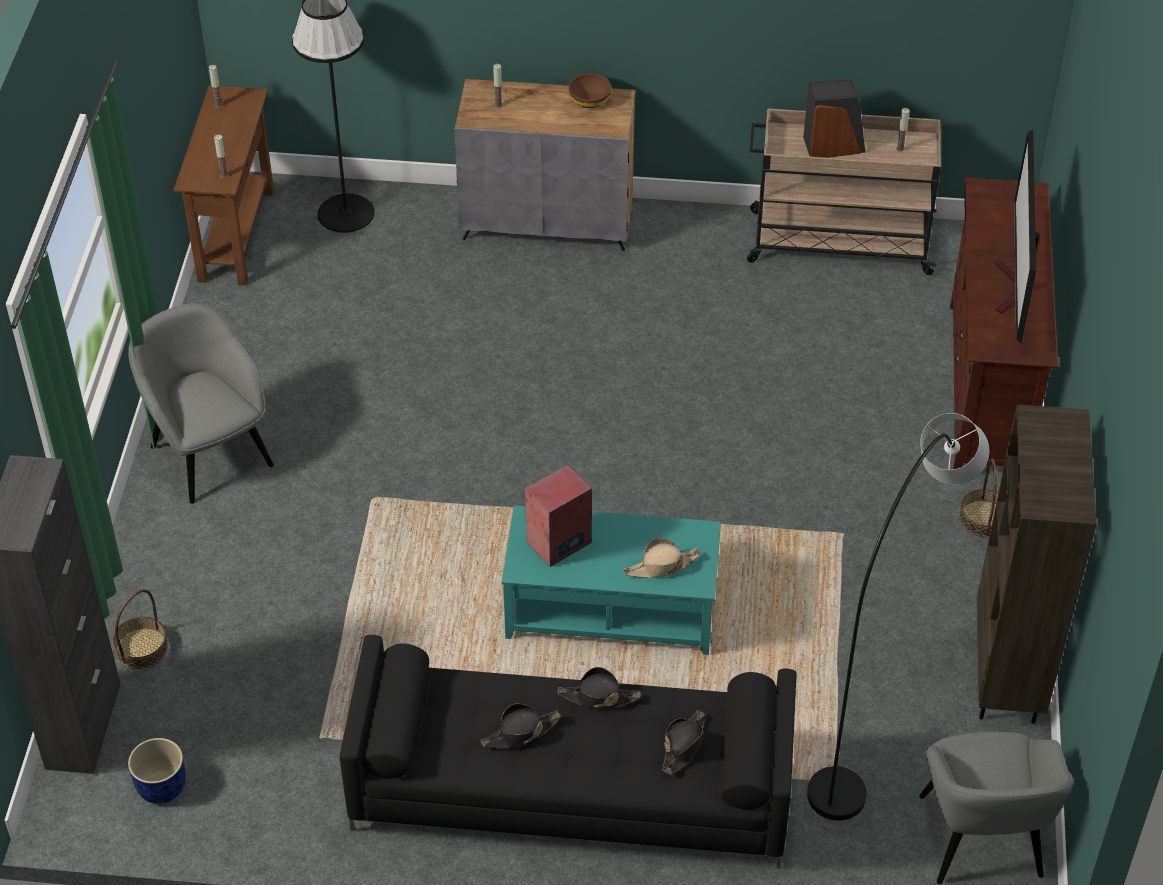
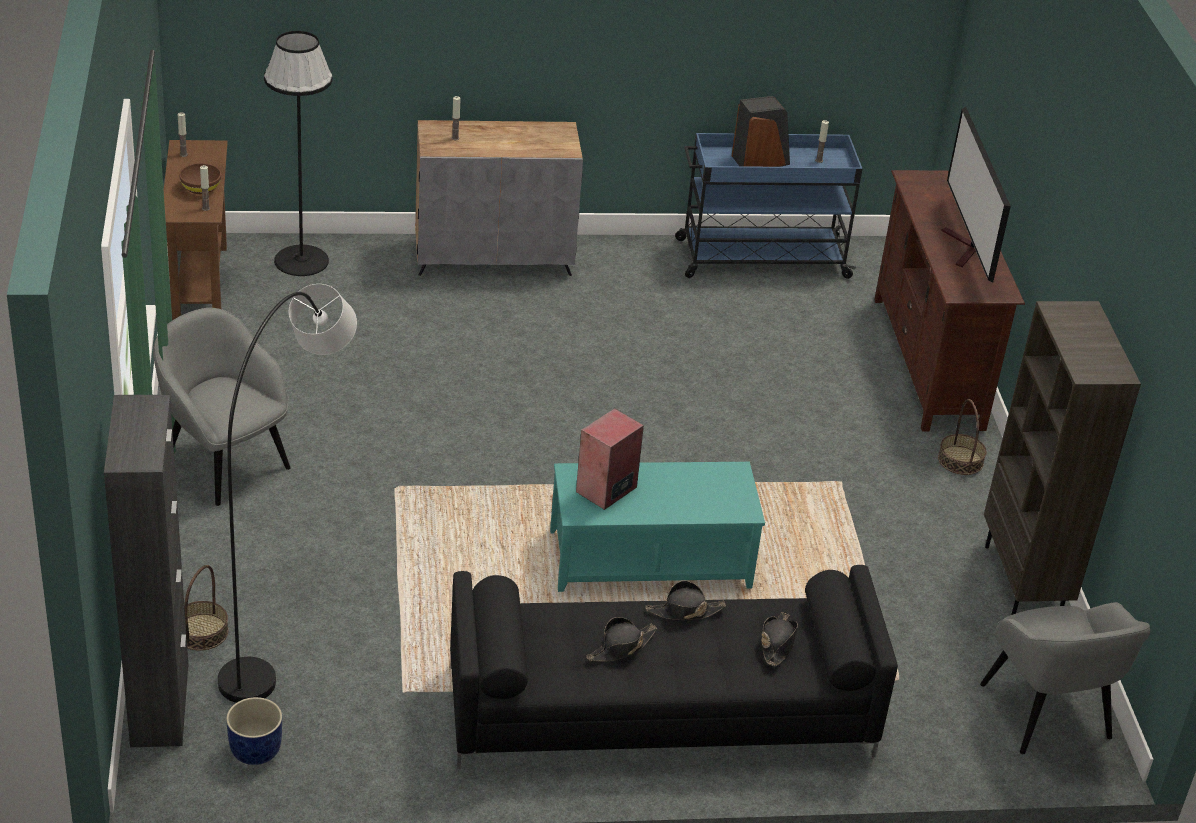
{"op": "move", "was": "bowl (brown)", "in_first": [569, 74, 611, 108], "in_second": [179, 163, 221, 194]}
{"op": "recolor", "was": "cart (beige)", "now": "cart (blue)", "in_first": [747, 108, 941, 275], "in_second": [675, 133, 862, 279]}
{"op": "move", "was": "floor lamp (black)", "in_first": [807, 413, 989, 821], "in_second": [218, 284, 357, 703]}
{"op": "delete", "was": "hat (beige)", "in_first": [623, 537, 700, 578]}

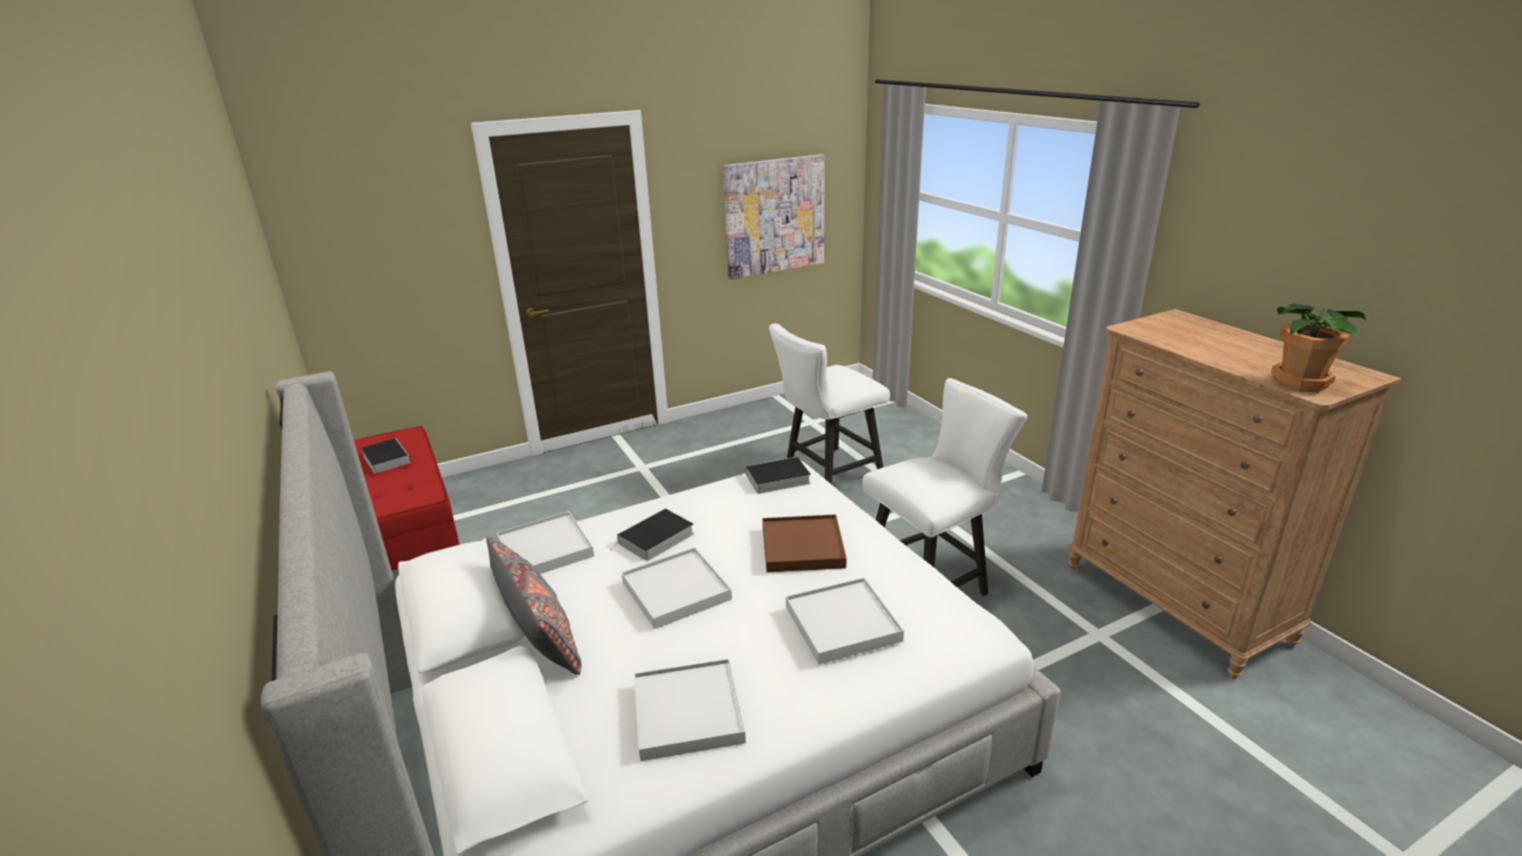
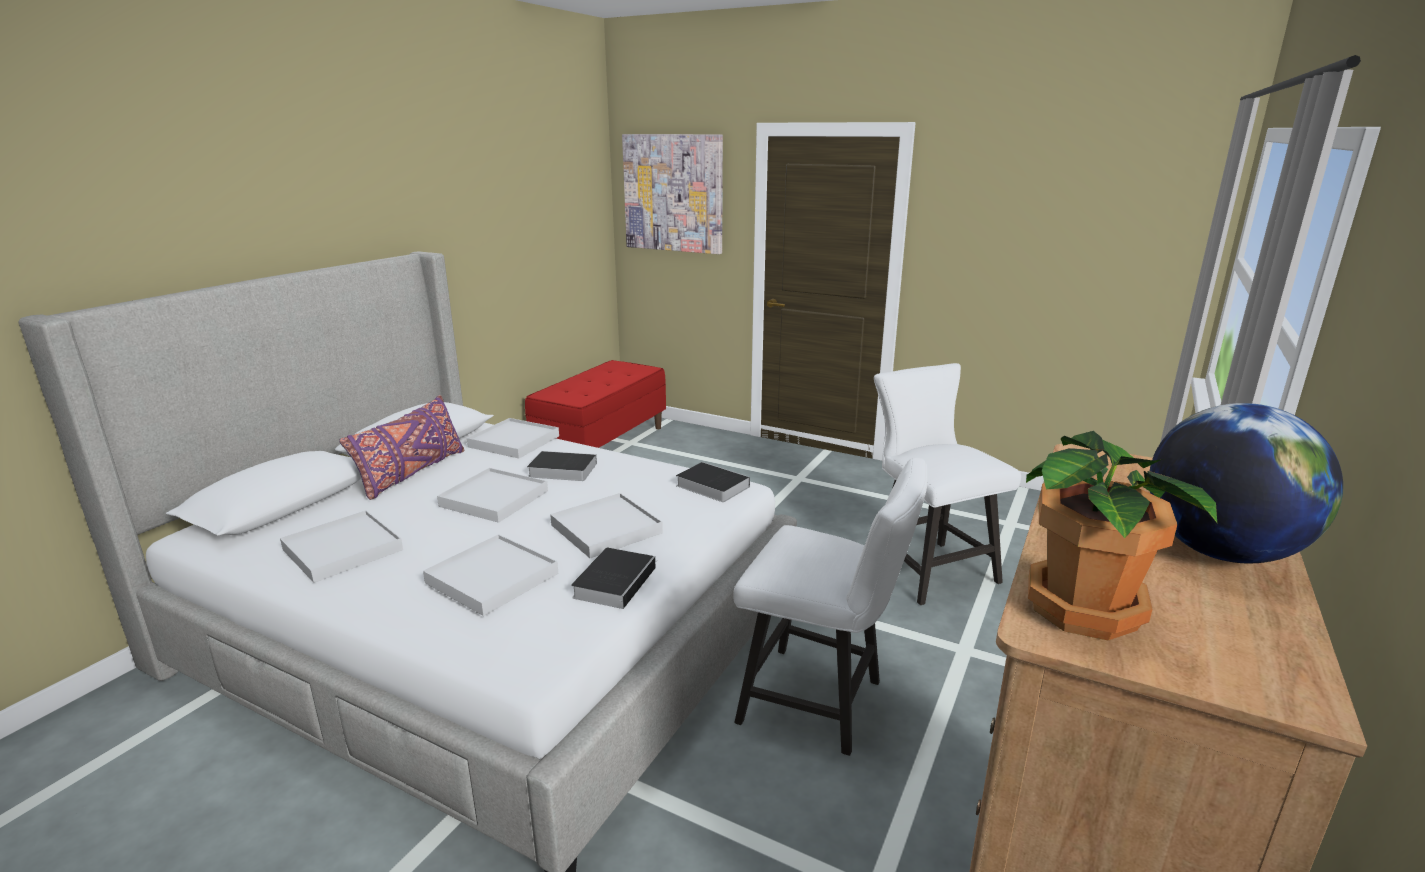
{"op": "move", "was": "picture", "in_first": [723, 154, 825, 279], "in_second": [622, 134, 723, 254]}
{"op": "rotate", "was": "chair (white)", "in_first": [769, 323, 890, 484], "in_second": [874, 363, 1021, 605], "clockwise": 45}
{"op": "move", "was": "book", "in_first": [361, 438, 411, 474], "in_second": [571, 548, 658, 609]}
{"op": "recolor", "was": "tray (brown)", "now": "tray (white)", "in_first": [762, 514, 847, 572], "in_second": [550, 493, 663, 558]}
{"op": "recolor", "was": "pillow (grey)", "now": "pillow (purple)", "in_first": [486, 536, 582, 675], "in_second": [339, 395, 464, 500]}
{"op": "insert", "now": "globe", "in_second": [1150, 403, 1343, 564]}

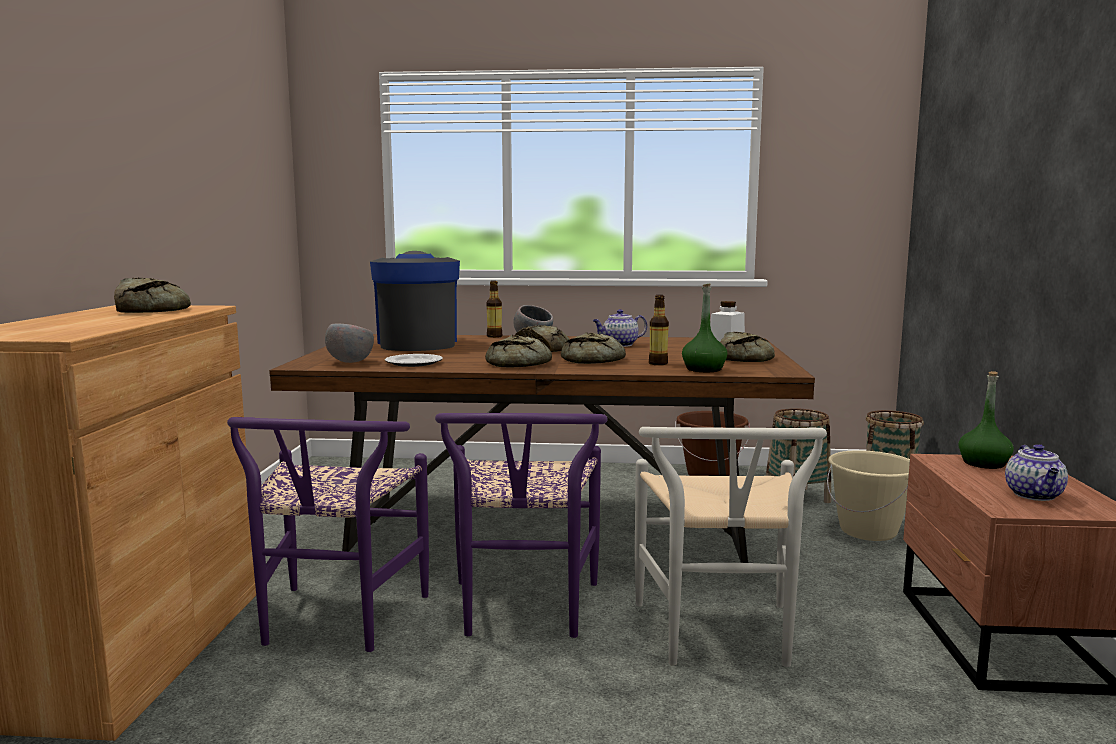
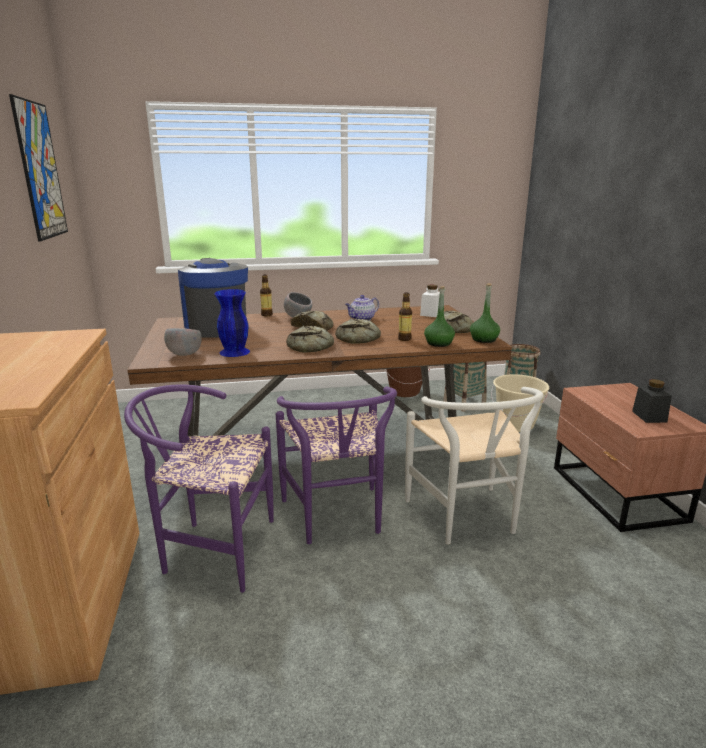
{"op": "delete", "was": "bread", "in_first": [114, 278, 191, 313]}
{"op": "replace", "was": "plate", "now": "vase (blue)", "in_first": [385, 354, 443, 367], "in_second": [214, 289, 250, 357]}
{"op": "move", "was": "bottle (green)", "in_first": [958, 371, 1014, 469], "in_second": [470, 283, 500, 343]}
{"op": "rotate", "was": "chair (purple)", "in_first": [227, 417, 429, 652], "in_second": [124, 384, 274, 593], "clockwise": 105}
{"op": "replace", "was": "teapot", "now": "jar (black)", "in_first": [1005, 444, 1068, 501], "in_second": [632, 379, 672, 423]}
{"op": "insert", "now": "picture", "in_second": [9, 94, 68, 241]}

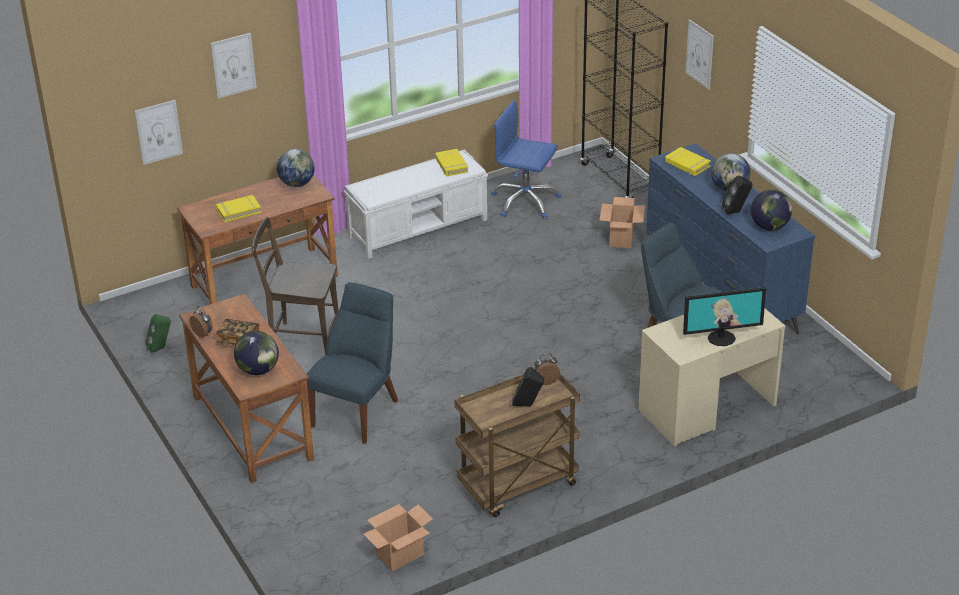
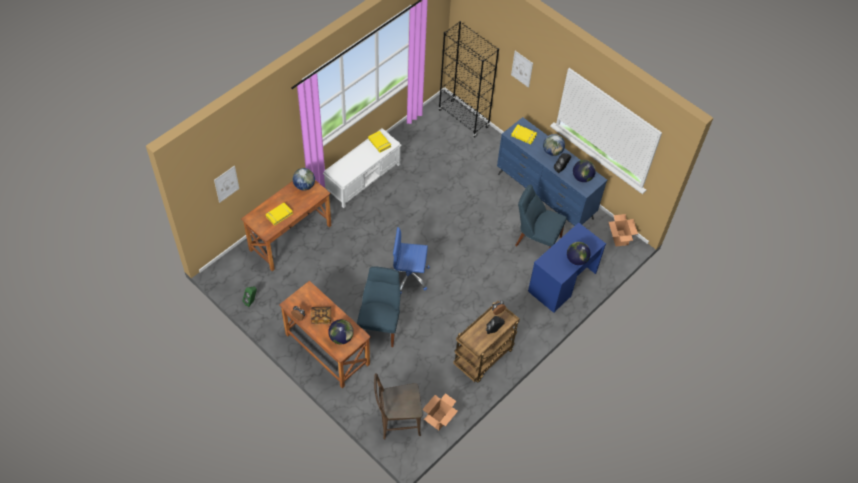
{"op": "delete", "was": "picture", "in_first": [211, 33, 257, 98]}
{"op": "move", "was": "office chair (blue)", "in_first": [491, 100, 561, 218], "in_second": [393, 227, 430, 294]}
{"op": "move", "was": "cardboard box", "in_first": [600, 197, 645, 248], "in_second": [609, 214, 638, 246]}
{"op": "move", "was": "chair (brown)", "in_first": [251, 217, 339, 355], "in_second": [374, 373, 422, 439]}
{"op": "replace", "was": "monitor", "now": "globe", "in_first": [683, 287, 766, 346], "in_second": [567, 242, 591, 265]}
{"op": "recolor", "was": "desk (beige)", "now": "desk (blue)", "in_first": [638, 309, 785, 446], "in_second": [528, 223, 606, 313]}

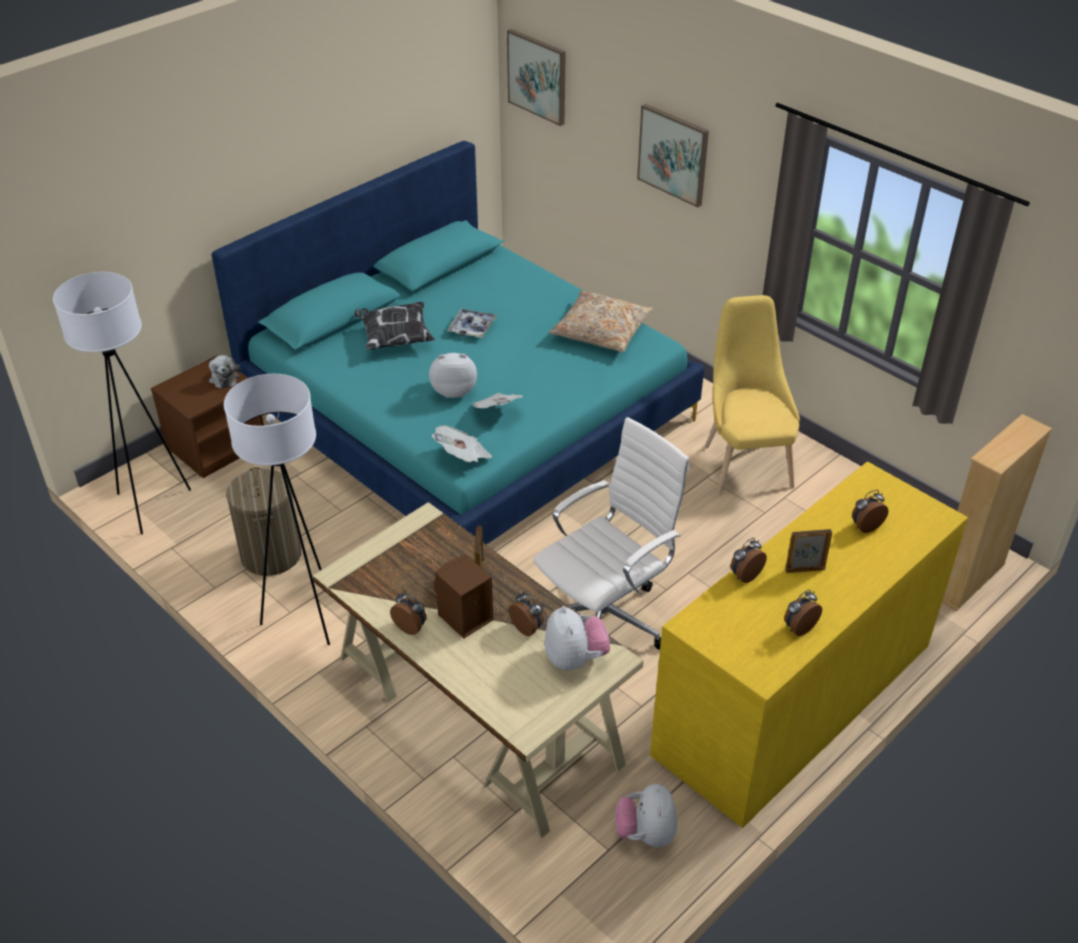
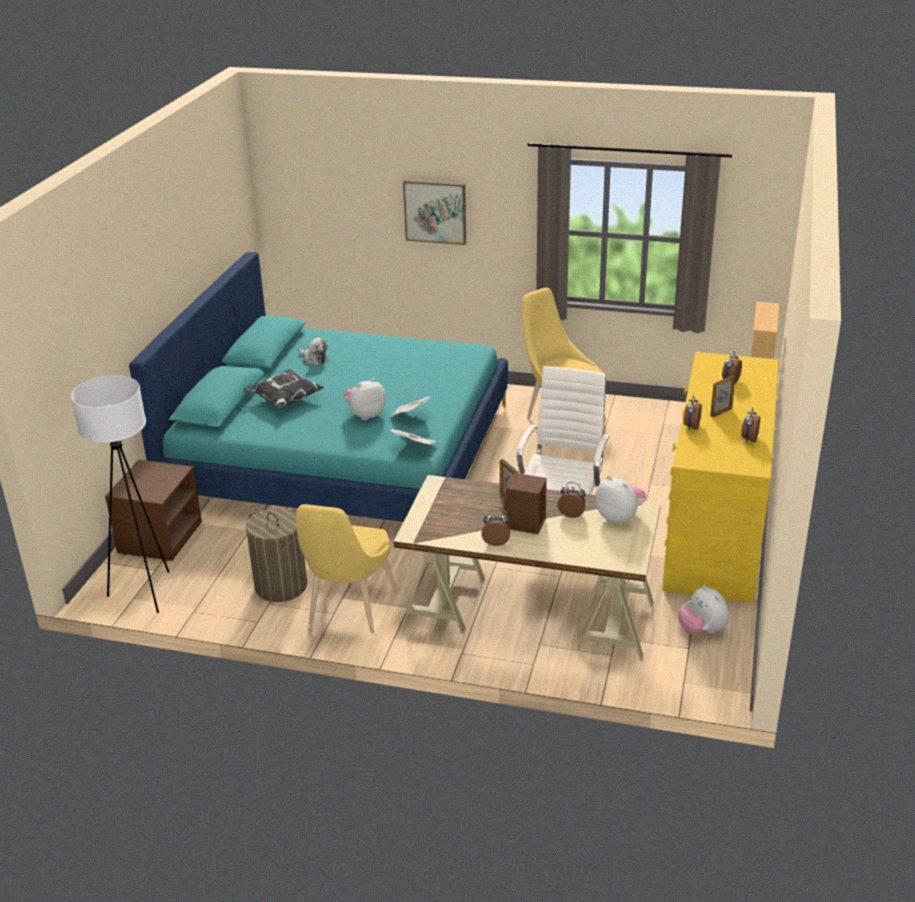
{"op": "delete", "was": "picture", "in_first": [507, 29, 566, 126]}
{"op": "delete", "was": "pillow (beige)", "in_first": [549, 291, 653, 352]}
{"op": "delete", "was": "tray", "in_first": [447, 309, 497, 338]}
{"op": "move", "was": "plush toy", "in_first": [209, 355, 240, 389], "in_second": [299, 338, 328, 365]}
{"op": "replace", "was": "floor lamp (white)", "now": "chair (yellow)", "in_first": [224, 374, 330, 645], "in_second": [296, 504, 397, 633]}

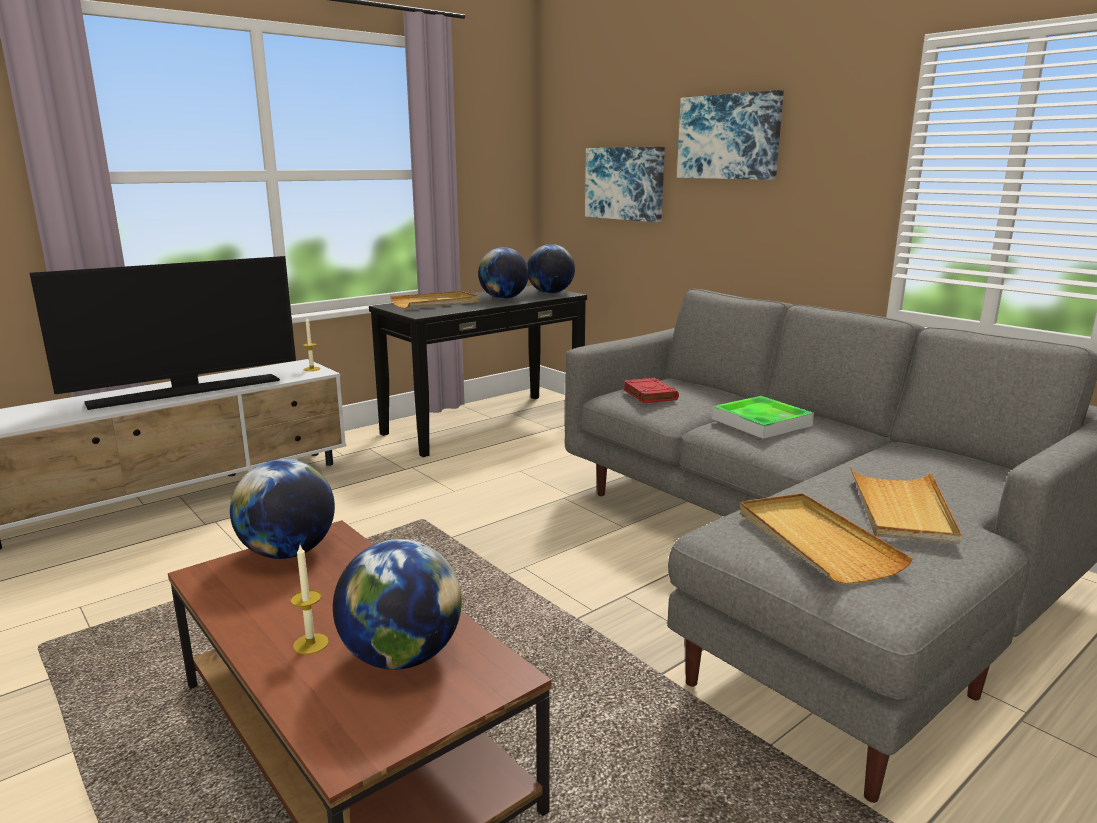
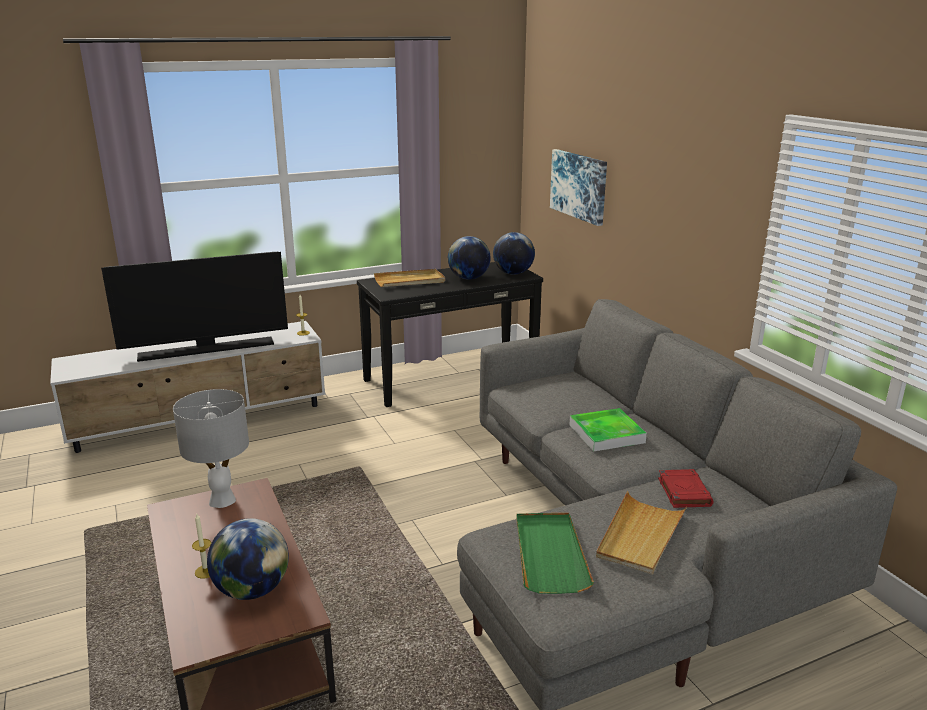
{"op": "delete", "was": "picture", "in_first": [677, 90, 784, 180]}
{"op": "move", "was": "book (red)", "in_first": [623, 378, 679, 403], "in_second": [658, 469, 714, 508]}
{"op": "replace", "was": "globe", "now": "table lamp (grey)", "in_first": [230, 459, 335, 559], "in_second": [173, 389, 249, 508]}
{"op": "recolor", "was": "tray (beige)", "now": "tray (green)", "in_first": [740, 493, 913, 584], "in_second": [516, 513, 594, 594]}

